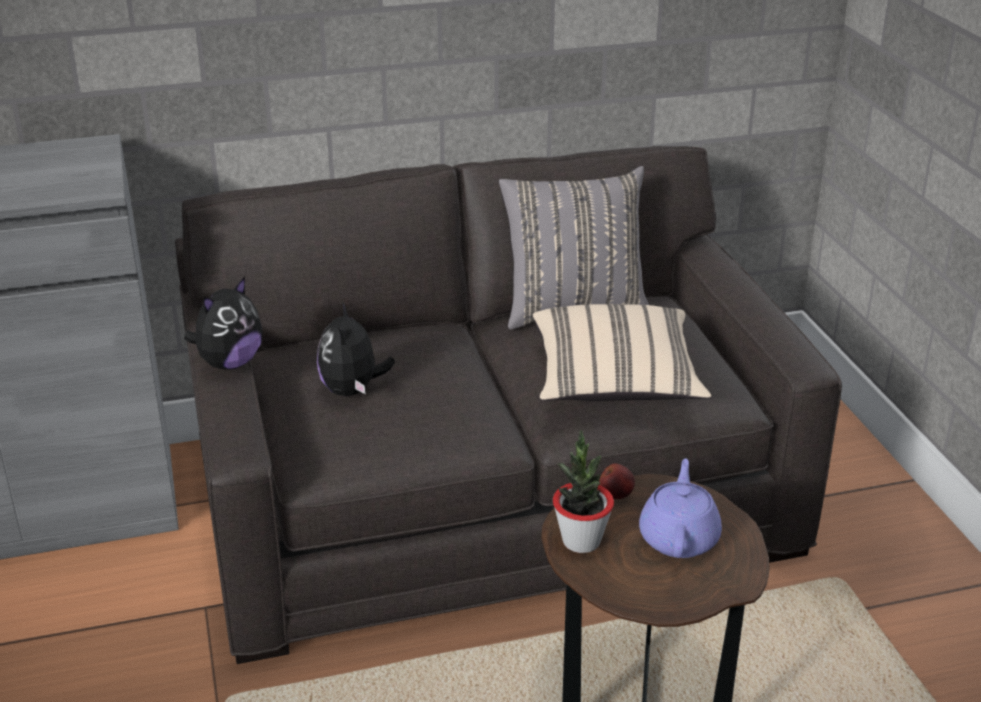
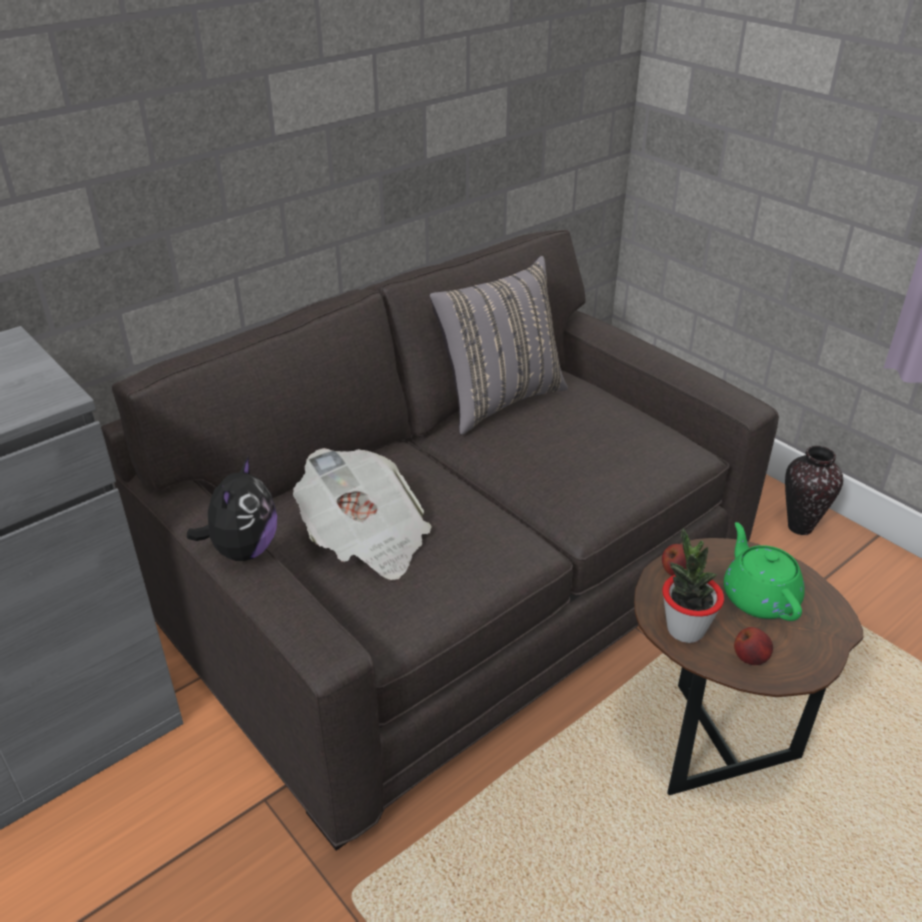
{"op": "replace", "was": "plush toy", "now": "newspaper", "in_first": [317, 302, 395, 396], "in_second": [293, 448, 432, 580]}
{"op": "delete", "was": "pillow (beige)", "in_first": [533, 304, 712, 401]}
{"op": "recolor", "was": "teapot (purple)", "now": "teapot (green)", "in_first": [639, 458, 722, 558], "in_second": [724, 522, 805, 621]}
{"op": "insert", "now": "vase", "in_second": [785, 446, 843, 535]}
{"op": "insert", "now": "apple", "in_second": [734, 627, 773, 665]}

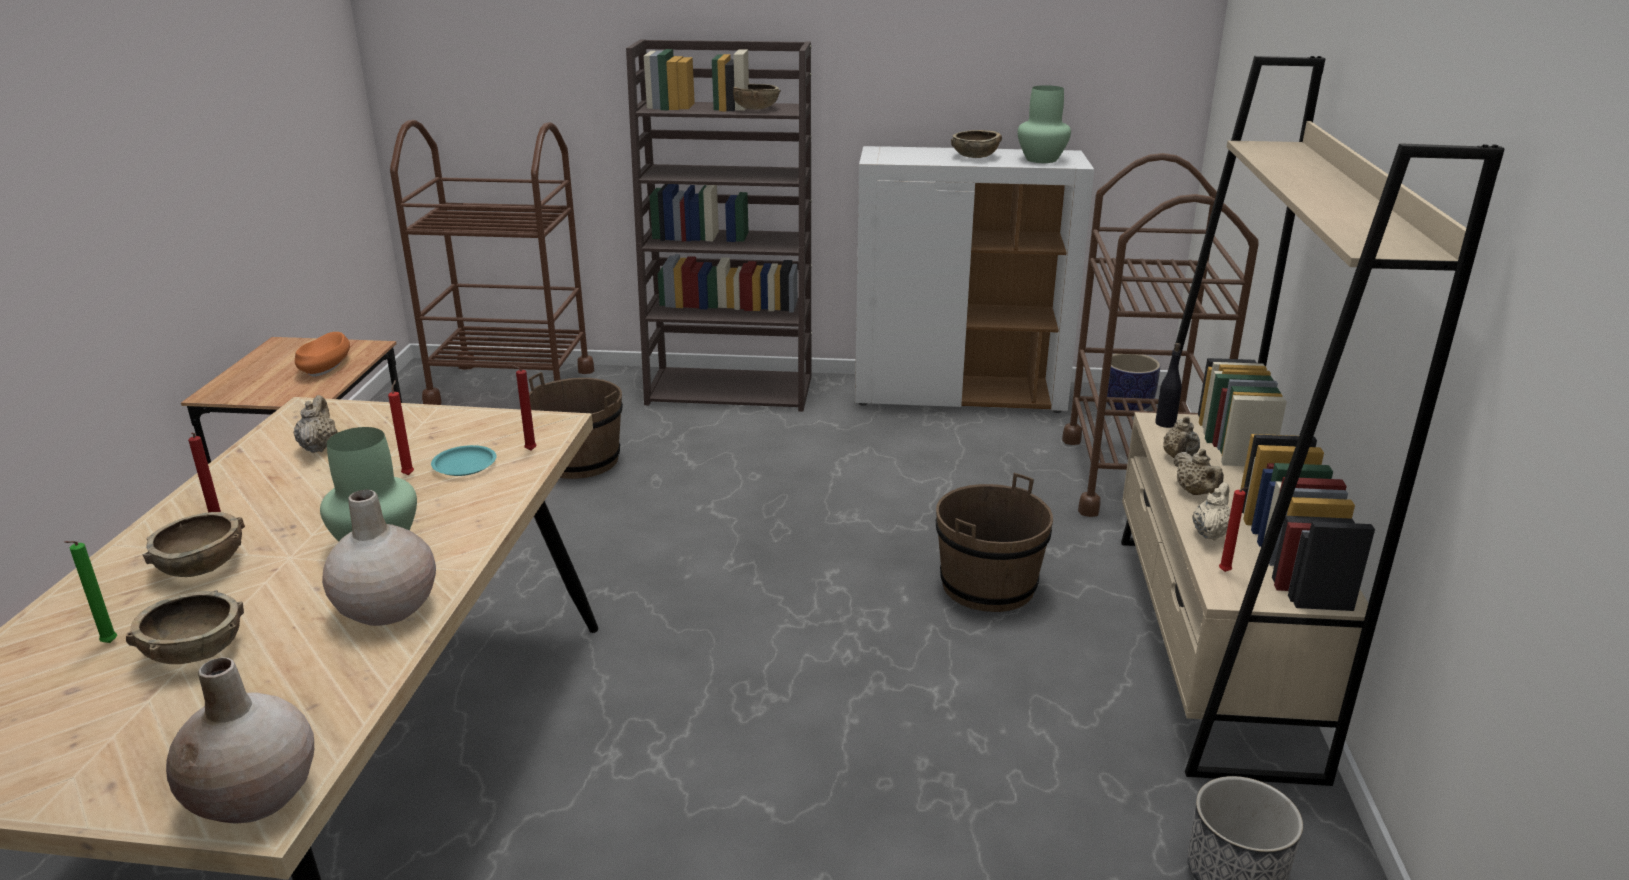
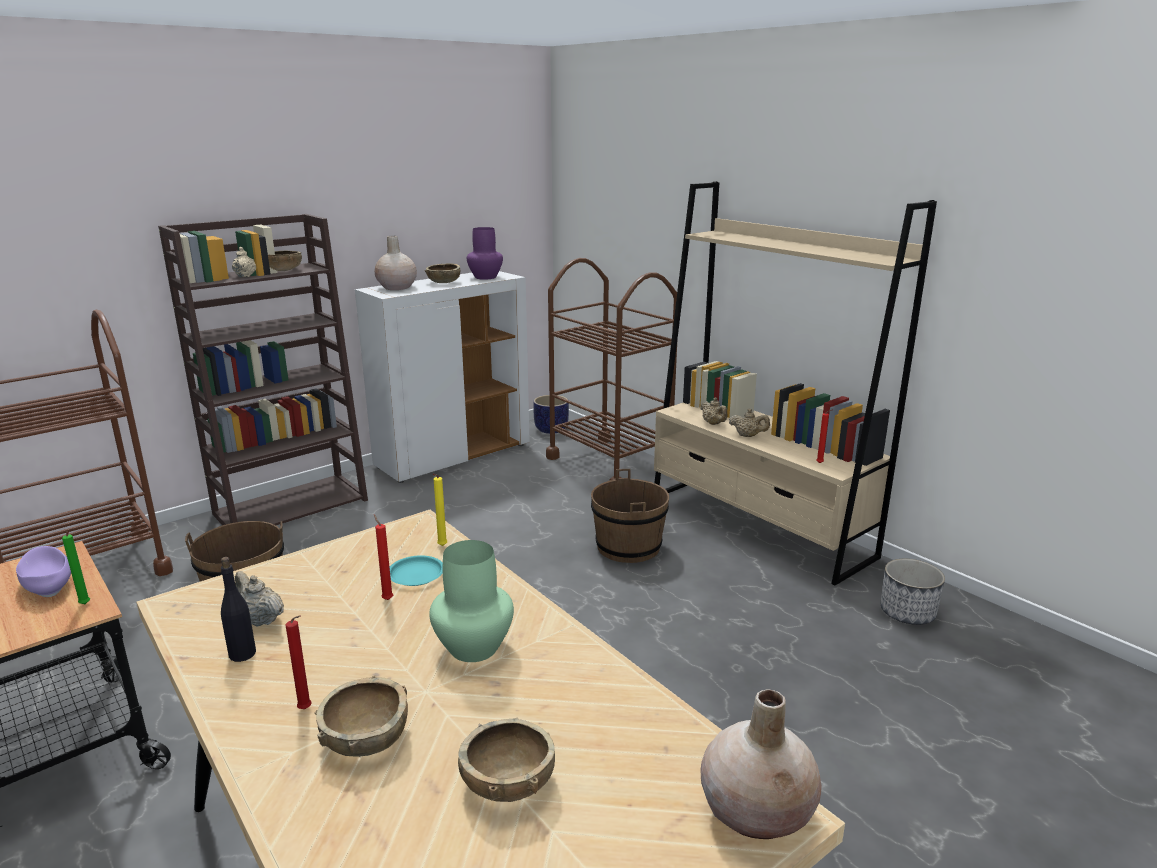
{"op": "recolor", "was": "vase (green)", "now": "vase (purple)", "in_first": [1017, 85, 1071, 163], "in_second": [467, 227, 503, 280]}
{"op": "recolor", "was": "bowl (orange)", "now": "bowl (purple)", "in_first": [295, 332, 350, 377], "in_second": [16, 546, 71, 597]}
{"op": "move", "was": "bottle (black)", "in_first": [1155, 343, 1182, 428], "in_second": [221, 557, 256, 662]}
{"op": "recolor", "was": "candle (red)", "now": "candle (yellow)", "in_first": [509, 364, 537, 450], "in_second": [432, 474, 447, 546]}
{"op": "move", "was": "teapot (beige)", "in_first": [1192, 482, 1231, 540], "in_second": [232, 247, 256, 277]}
{"op": "move", "was": "vase (beige)", "in_first": [322, 490, 436, 626], "in_second": [375, 236, 417, 290]}
{"op": "move", "was": "candle (green)", "in_first": [64, 541, 117, 643], "in_second": [62, 532, 90, 604]}

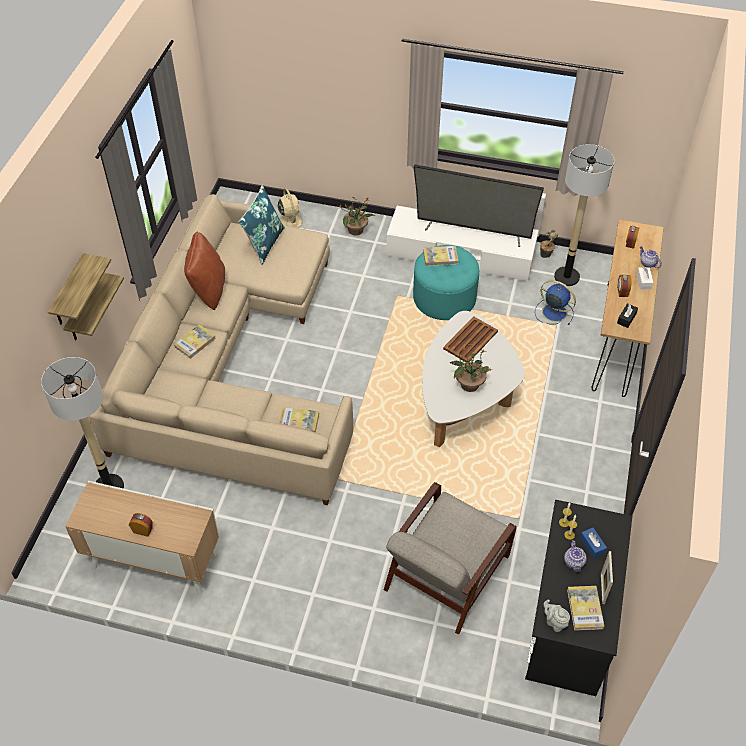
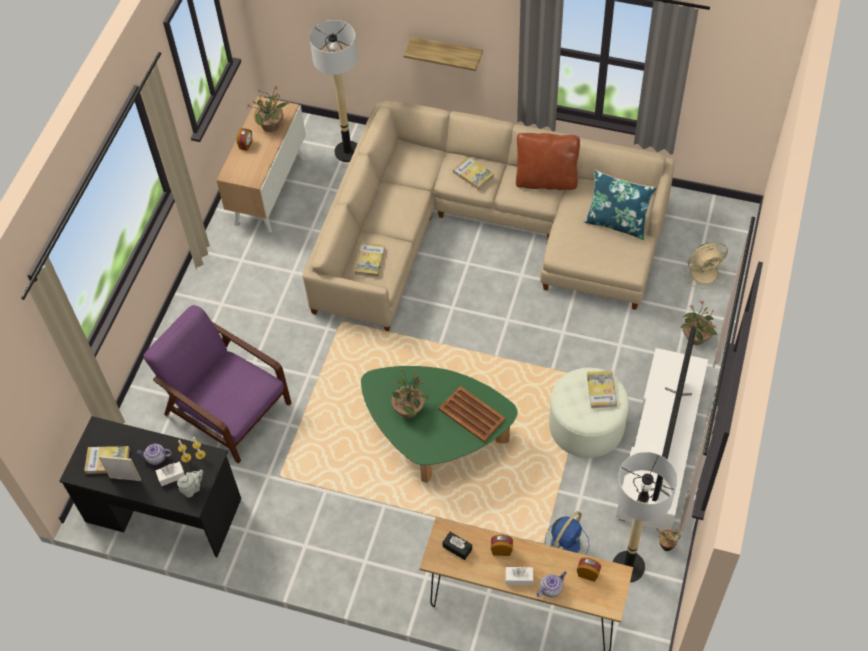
{"op": "recolor", "was": "ottoman (turquoise)", "now": "ottoman (white)", "in_first": [413, 245, 479, 320], "in_second": [549, 368, 629, 458]}
{"op": "delete", "was": "shelf", "in_first": [48, 253, 111, 325]}
{"op": "recolor", "was": "coffee table (white)", "now": "coffee table (green)", "in_first": [422, 311, 525, 447], "in_second": [361, 366, 518, 483]}
{"op": "recolor", "was": "armchair (grey)", "now": "armchair (purple)", "in_first": [384, 482, 517, 635], "in_second": [143, 305, 291, 464]}
{"op": "recolor", "was": "tissue box (blue)", "now": "tissue box (white)", "in_first": [580, 528, 607, 558], "in_second": [156, 461, 185, 486]}
{"op": "move", "was": "teapot (grey)", "in_first": [543, 600, 570, 632], "in_second": [177, 470, 203, 498]}
{"op": "insert", "now": "potted plant", "in_second": [246, 85, 289, 132]}

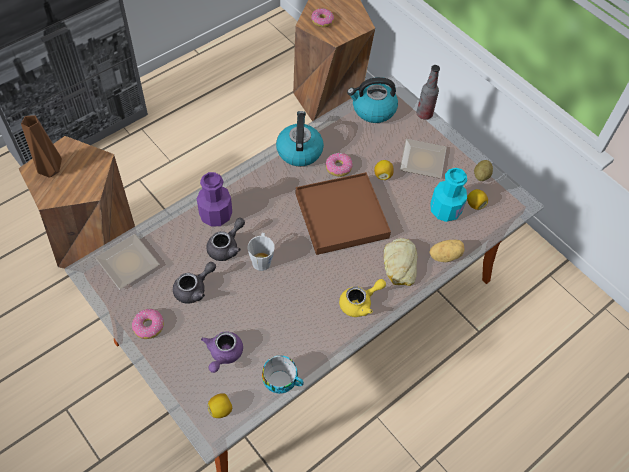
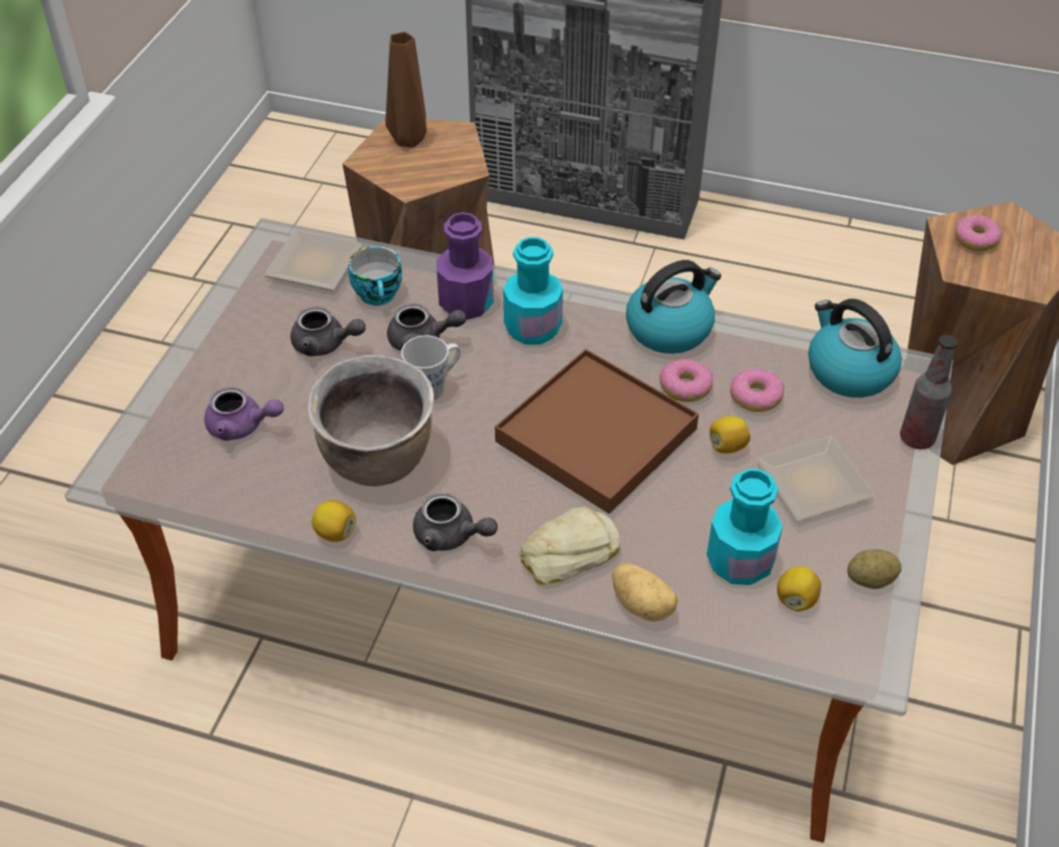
{"op": "recolor", "was": "teapot (yellow)", "now": "teapot (grey)", "in_first": [339, 279, 386, 317], "in_second": [413, 493, 498, 551]}
{"op": "move", "was": "donut", "in_first": [132, 309, 164, 339], "in_second": [730, 368, 784, 412]}
{"op": "rotate", "was": "teapot (purple)", "in_first": [201, 331, 243, 373], "in_second": [204, 387, 284, 441], "clockwise": -150}
{"op": "move", "was": "cup", "in_first": [262, 355, 304, 394], "in_second": [349, 246, 402, 306]}
{"op": "move", "was": "lemon", "in_first": [208, 393, 232, 418], "in_second": [312, 500, 356, 542]}
{"op": "insert", "now": "bottle (turquoise)", "in_second": [503, 237, 563, 345]}
{"op": "insert", "now": "cooking pot (brown)", "in_second": [308, 355, 434, 487]}

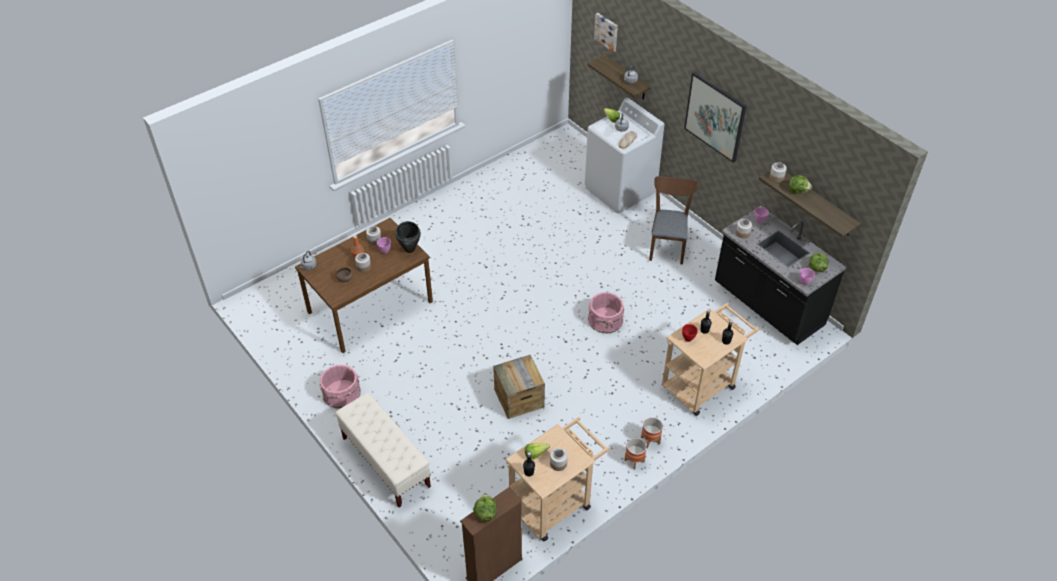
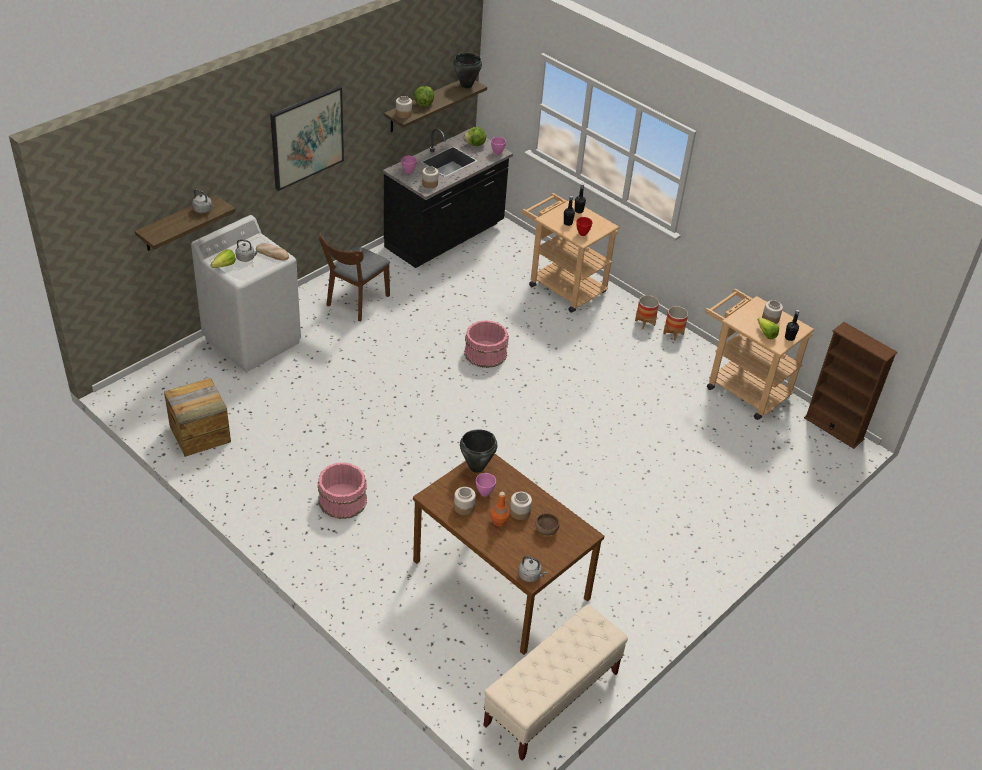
{"op": "delete", "was": "picture", "in_first": [594, 13, 618, 52]}
{"op": "rotate", "was": "chair (brown)", "in_first": [649, 176, 698, 265], "in_second": [319, 233, 390, 321], "clockwise": -60}
{"op": "move", "was": "crate", "in_first": [493, 355, 545, 419], "in_second": [164, 378, 231, 457]}
{"op": "move", "was": "bucket (pink)", "in_first": [320, 364, 361, 409], "in_second": [318, 462, 367, 519]}
{"op": "move", "was": "bench (beige)", "in_first": [335, 393, 431, 508], "in_second": [483, 605, 628, 760]}
{"op": "delete", "was": "lettuce", "in_first": [473, 494, 497, 521]}
{"op": "insert", "now": "cooking pot (black)", "in_second": [454, 53, 482, 88]}

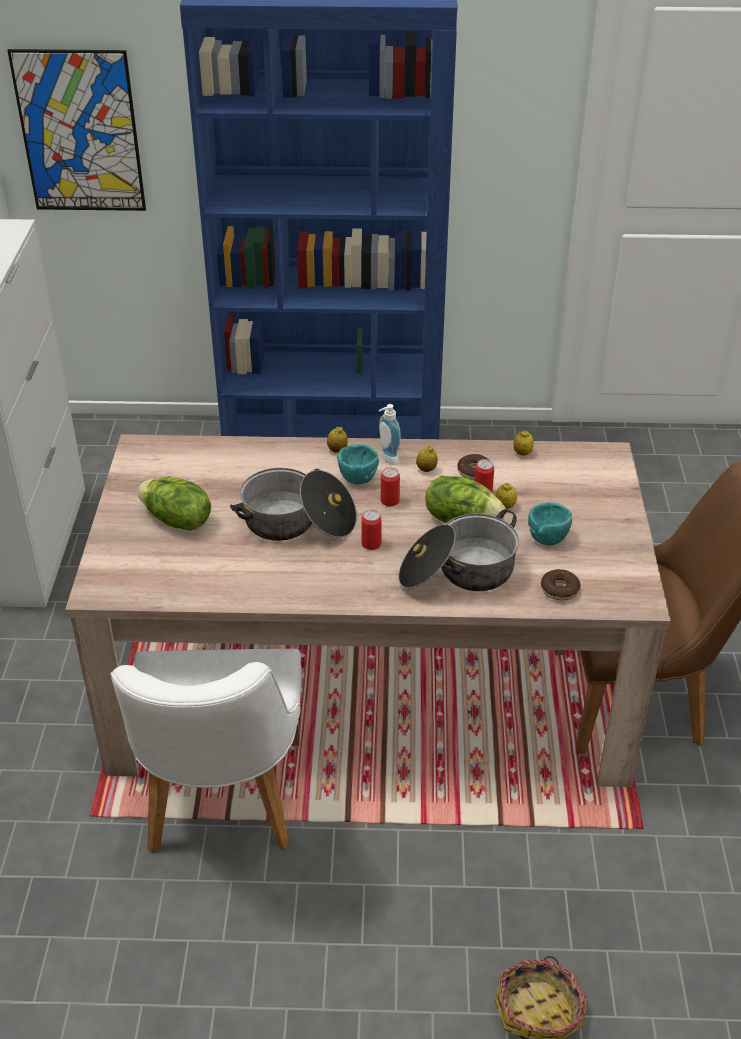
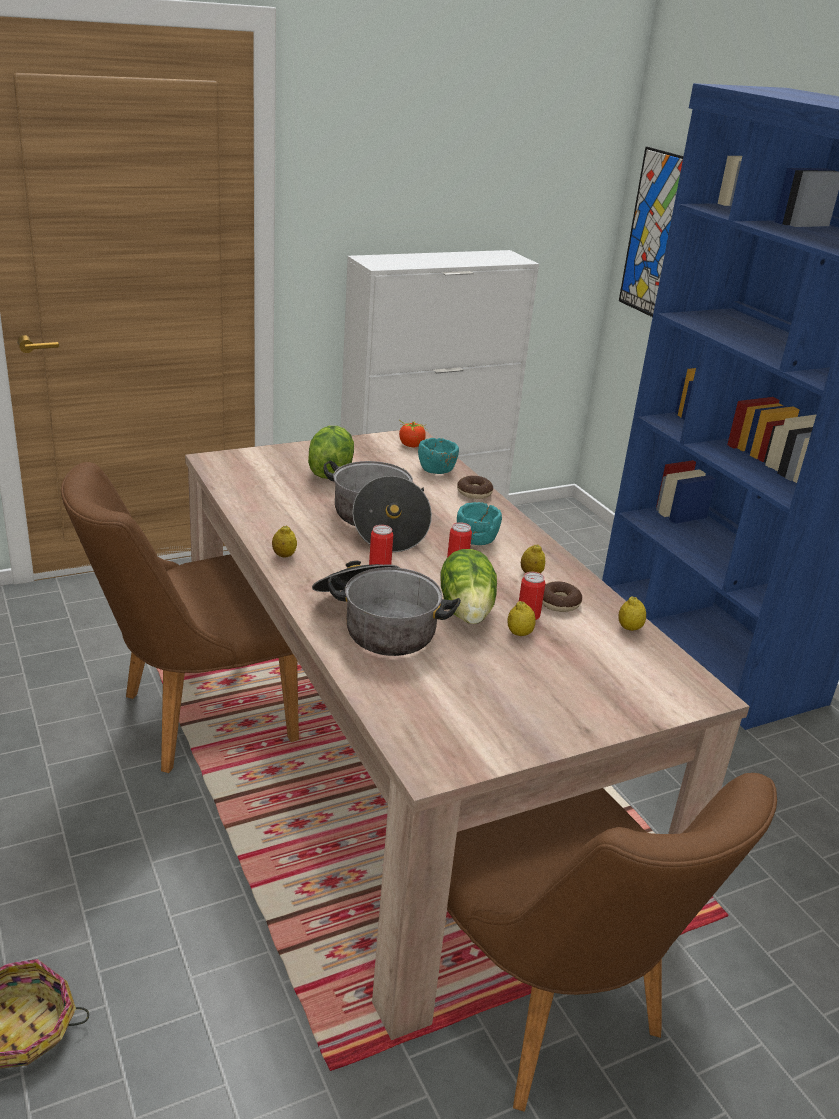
{"op": "delete", "was": "soap dispenser", "in_first": [379, 404, 401, 465]}
{"op": "move", "was": "lemon", "in_first": [327, 426, 348, 453], "in_second": [272, 525, 297, 558]}
{"op": "move", "was": "bowl (turquoise)", "in_first": [528, 502, 572, 546], "in_second": [418, 438, 459, 474]}
{"op": "move", "was": "donut", "in_first": [541, 569, 581, 600], "in_second": [457, 476, 493, 499]}
{"op": "recolor", "was": "chair (white)", "now": "chair (brown)", "in_first": [110, 649, 301, 853], "in_second": [61, 462, 299, 773]}
{"op": "insert", "now": "tomato", "in_second": [399, 420, 427, 447]}

